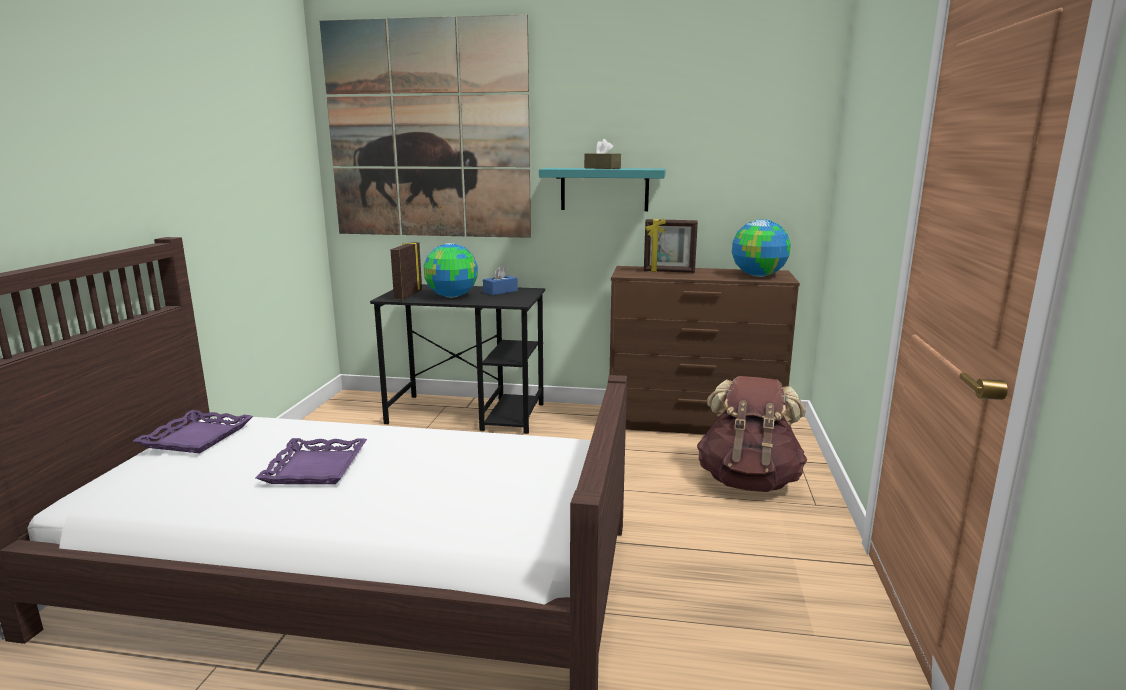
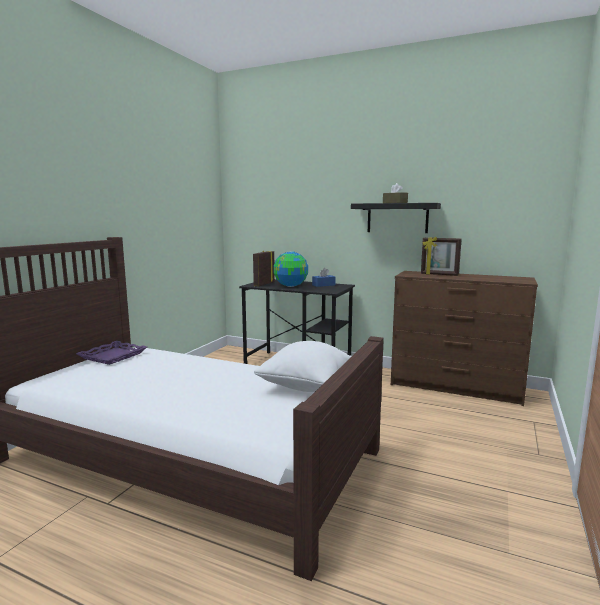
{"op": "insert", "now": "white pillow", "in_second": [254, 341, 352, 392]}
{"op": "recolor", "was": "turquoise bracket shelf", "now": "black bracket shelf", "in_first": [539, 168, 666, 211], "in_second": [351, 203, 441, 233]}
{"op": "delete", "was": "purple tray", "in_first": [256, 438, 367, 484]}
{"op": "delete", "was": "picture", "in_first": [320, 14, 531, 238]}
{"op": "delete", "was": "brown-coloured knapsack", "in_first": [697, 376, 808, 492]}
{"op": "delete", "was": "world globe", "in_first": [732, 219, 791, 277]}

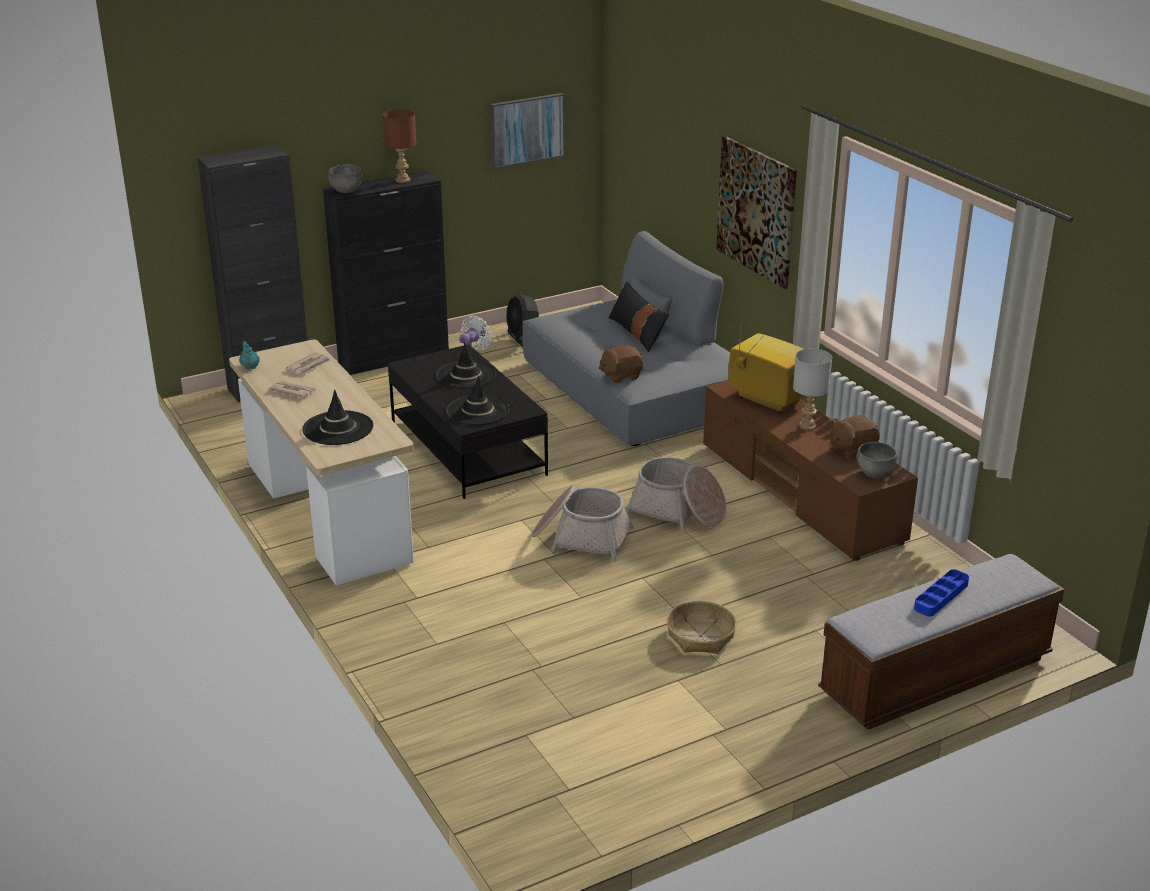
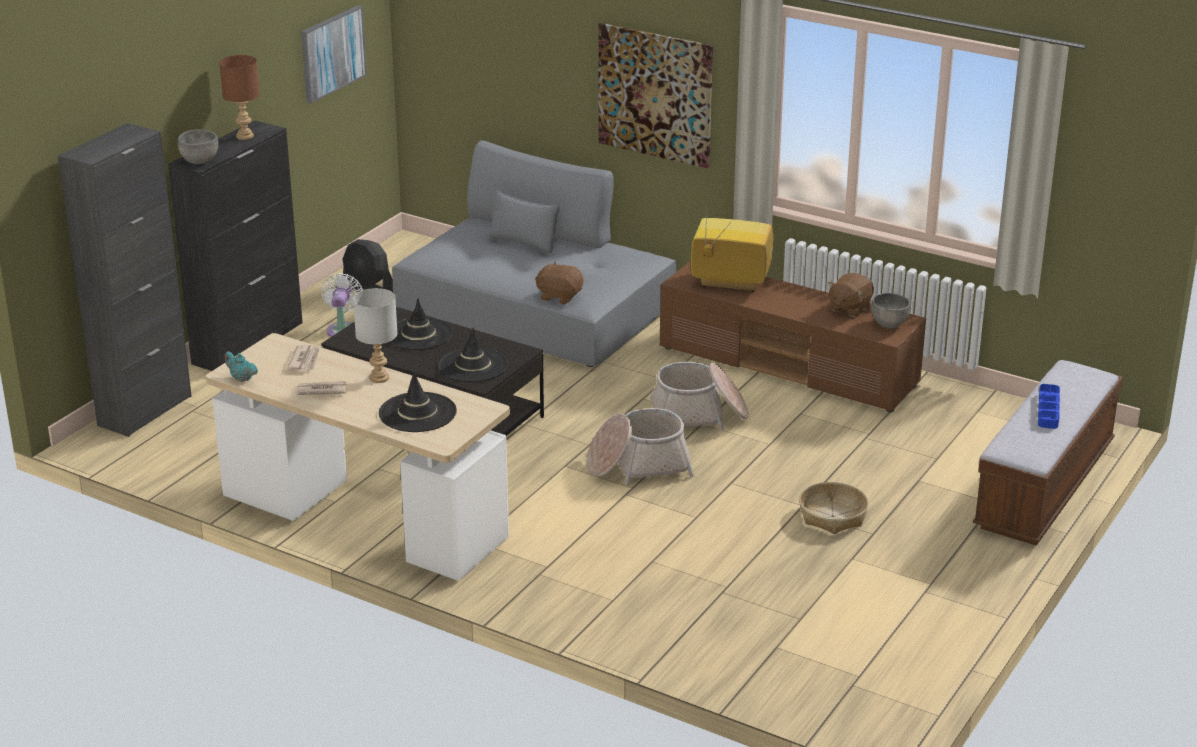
{"op": "move", "was": "greyish lamp for a table", "in_first": [793, 349, 832, 430], "in_second": [353, 288, 398, 383]}
{"op": "rotate", "was": "brown-coloured soft toy", "in_first": [599, 345, 643, 383], "in_second": [535, 262, 583, 305], "clockwise": 75}
{"op": "delete", "was": "black pillow", "in_first": [608, 281, 669, 352]}

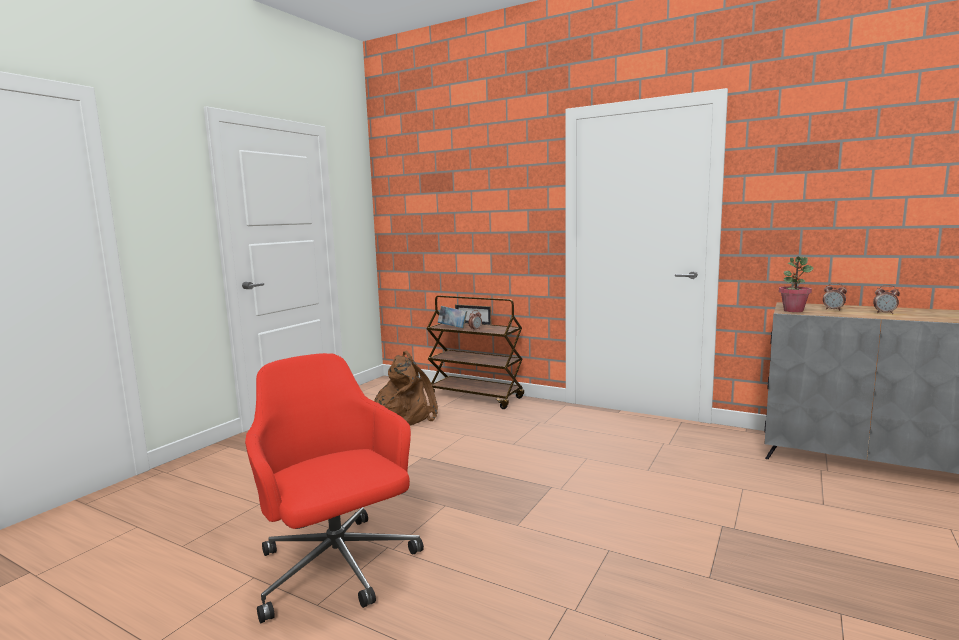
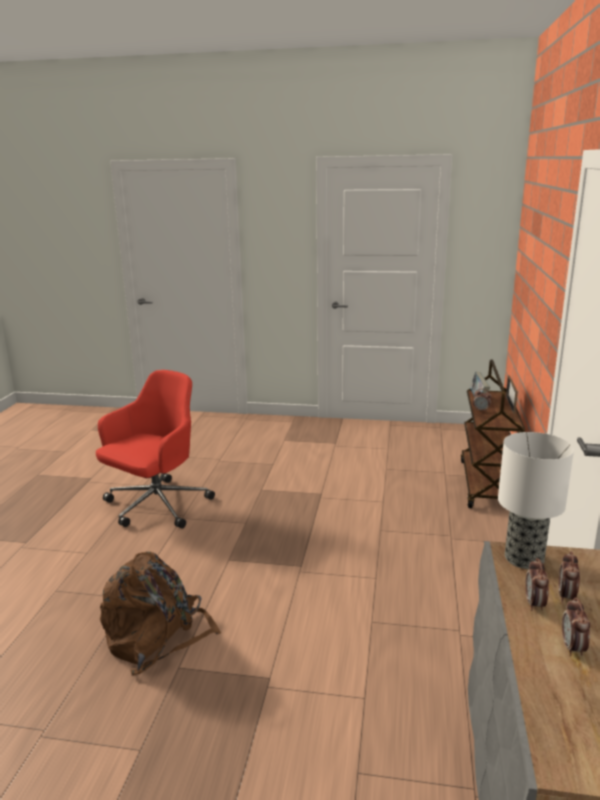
{"op": "move", "was": "brown-coloured knapsack", "in_first": [374, 351, 438, 425], "in_second": [100, 552, 221, 675]}
{"op": "replace", "was": "potted plant", "now": "lamp for a table", "in_first": [779, 257, 814, 312], "in_second": [498, 432, 574, 569]}
{"op": "insert", "now": "alarm clock", "in_second": [525, 558, 549, 611]}

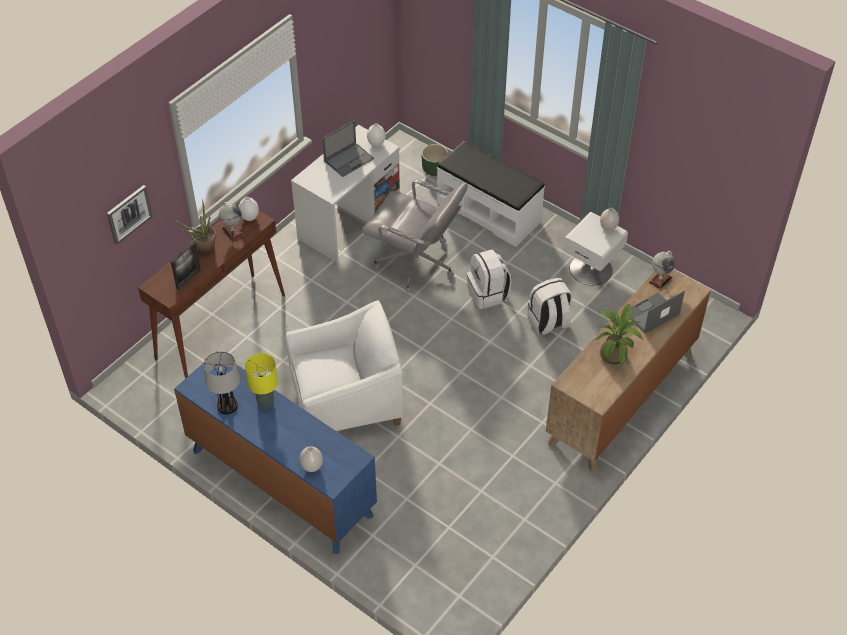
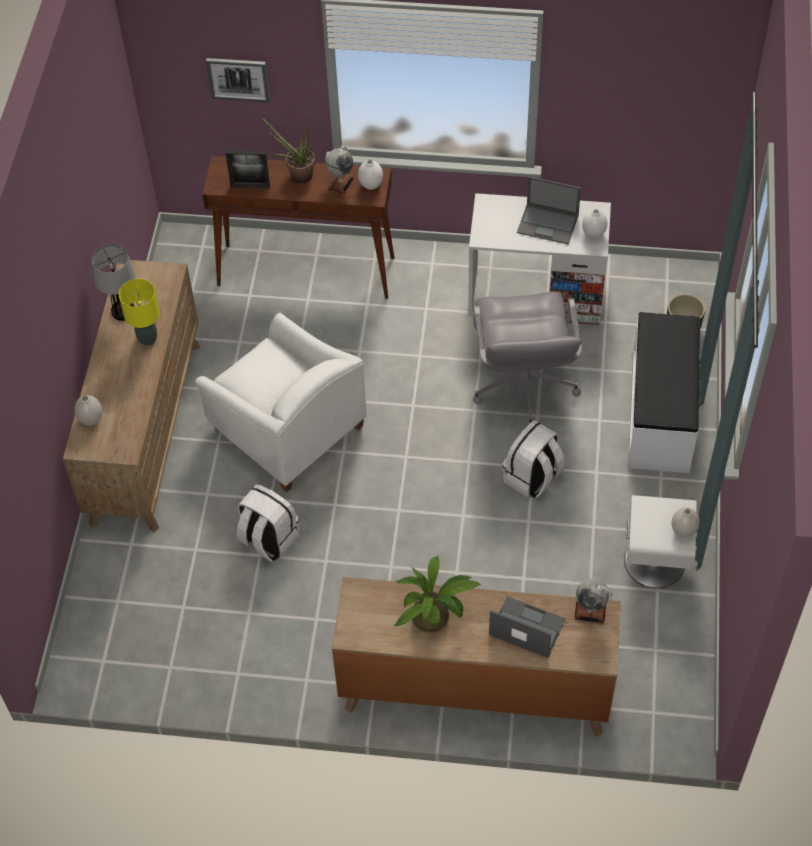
{"op": "recolor", "was": "blue-coloured chest of drawers", "now": "brown-coloured chest of drawers", "in_first": [174, 351, 377, 554], "in_second": [63, 260, 200, 533]}
{"op": "move", "was": "white knapsack", "in_first": [528, 278, 572, 335], "in_second": [237, 484, 299, 562]}

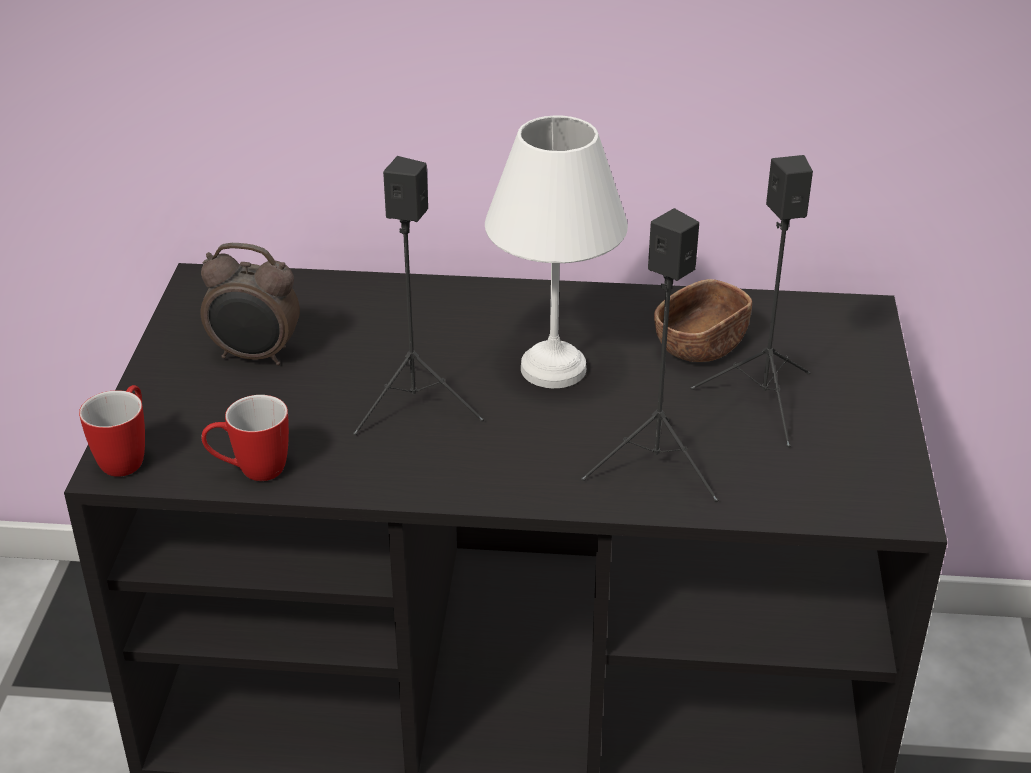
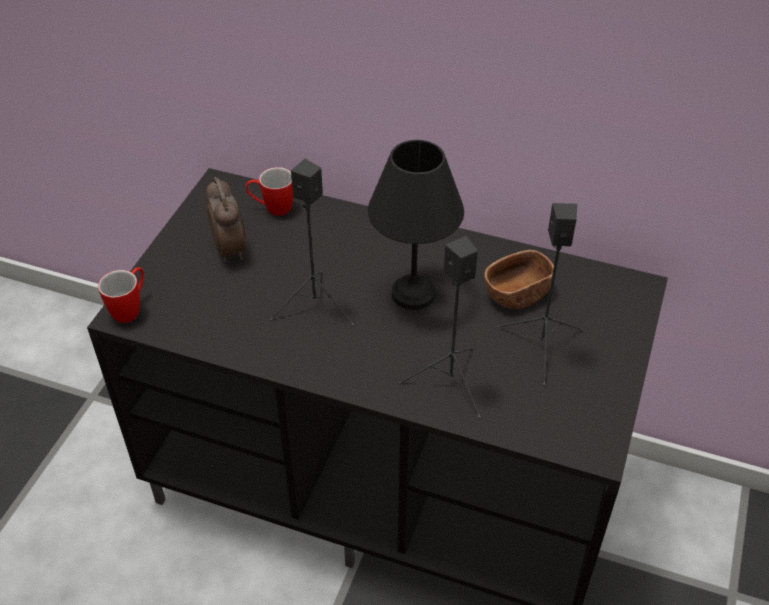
{"op": "rotate", "was": "alarm clock", "in_first": [200, 243, 300, 366], "in_second": [206, 177, 246, 261], "clockwise": -135}
{"op": "move", "was": "mug", "in_first": [201, 395, 289, 481], "in_second": [246, 167, 293, 216]}
{"op": "recolor", "was": "white lamp for a table", "now": "black lamp for a table", "in_first": [485, 116, 628, 388], "in_second": [368, 140, 464, 310]}

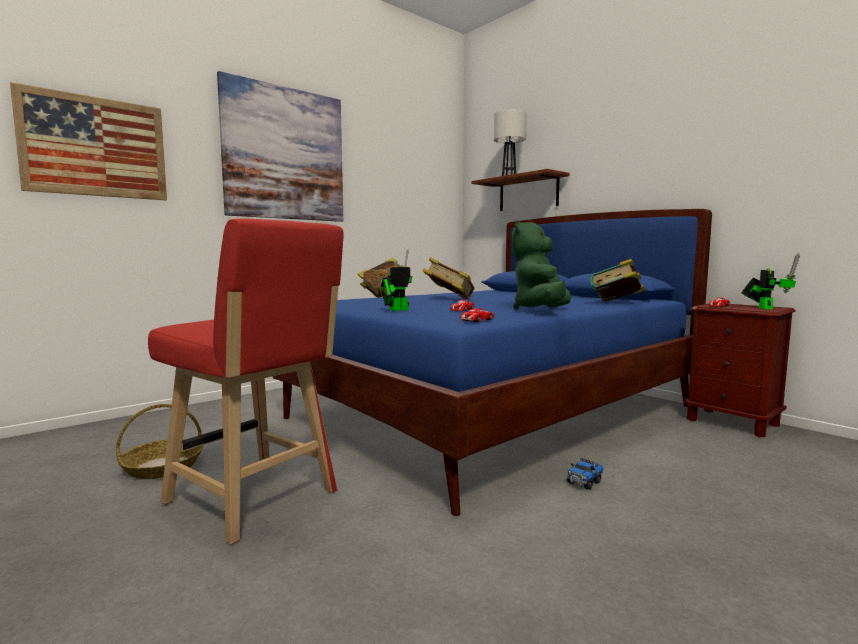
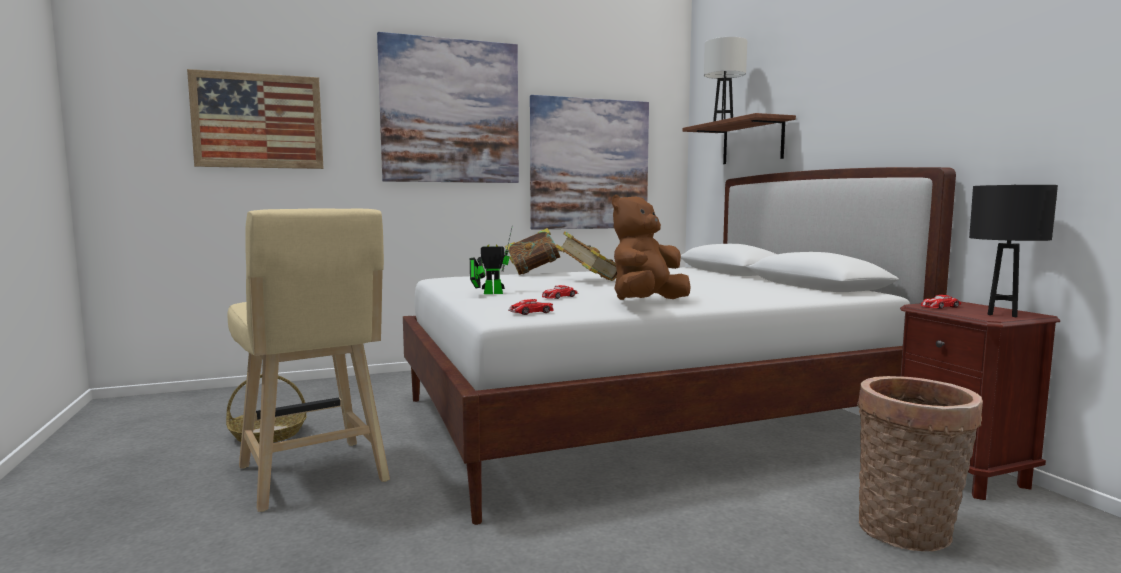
{"op": "recolor", "was": "red sitting stool", "now": "beige-coloured sitting stool", "in_first": [148, 218, 344, 544], "in_second": [228, 209, 390, 512]}
{"op": "recolor", "was": "blue-coloured sleeping bed", "now": "white sleeping bed", "in_first": [273, 209, 712, 516], "in_second": [403, 167, 956, 525]}
{"op": "insert", "now": "picture", "in_second": [530, 95, 649, 230]}
{"op": "recolor", "was": "green-coloured soft toy", "now": "brown-coloured soft toy", "in_first": [512, 220, 571, 310], "in_second": [612, 195, 690, 300]}
{"op": "insert", "now": "storage basket", "in_second": [857, 376, 983, 551]}
{"op": "replace", "was": "model robot", "now": "black lamp for a table", "in_first": [741, 253, 800, 309], "in_second": [969, 185, 1058, 317]}
{"op": "delete", "was": "toy lorry", "in_first": [567, 458, 603, 490]}
{"op": "delete", "was": "book", "in_first": [590, 259, 645, 302]}

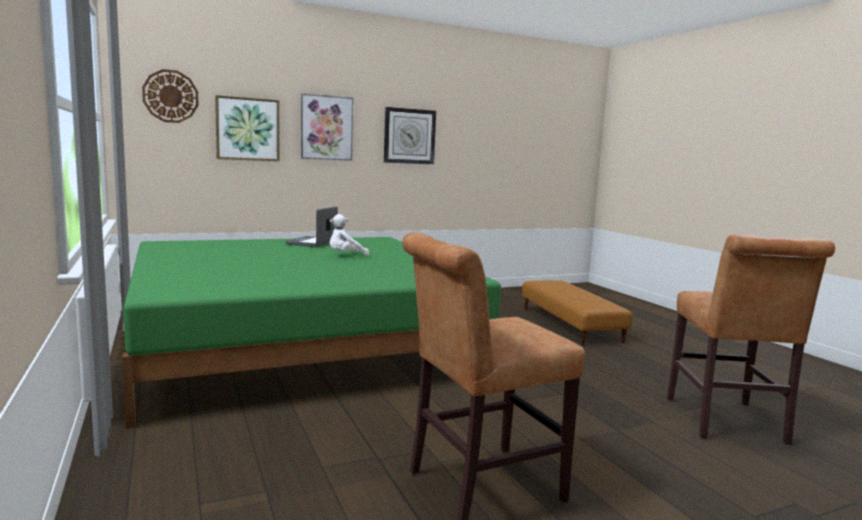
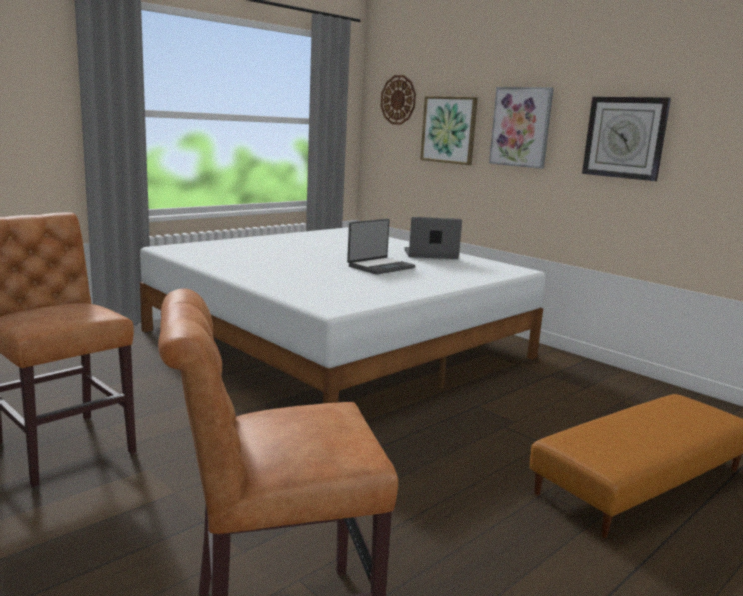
{"op": "recolor", "was": "green-coloured sleeping bed", "now": "white sleeping bed", "in_first": [122, 237, 501, 429], "in_second": [140, 227, 546, 403]}
{"op": "replace", "was": "white soft toy", "now": "notebook computer", "in_first": [329, 214, 369, 256], "in_second": [347, 219, 415, 275]}

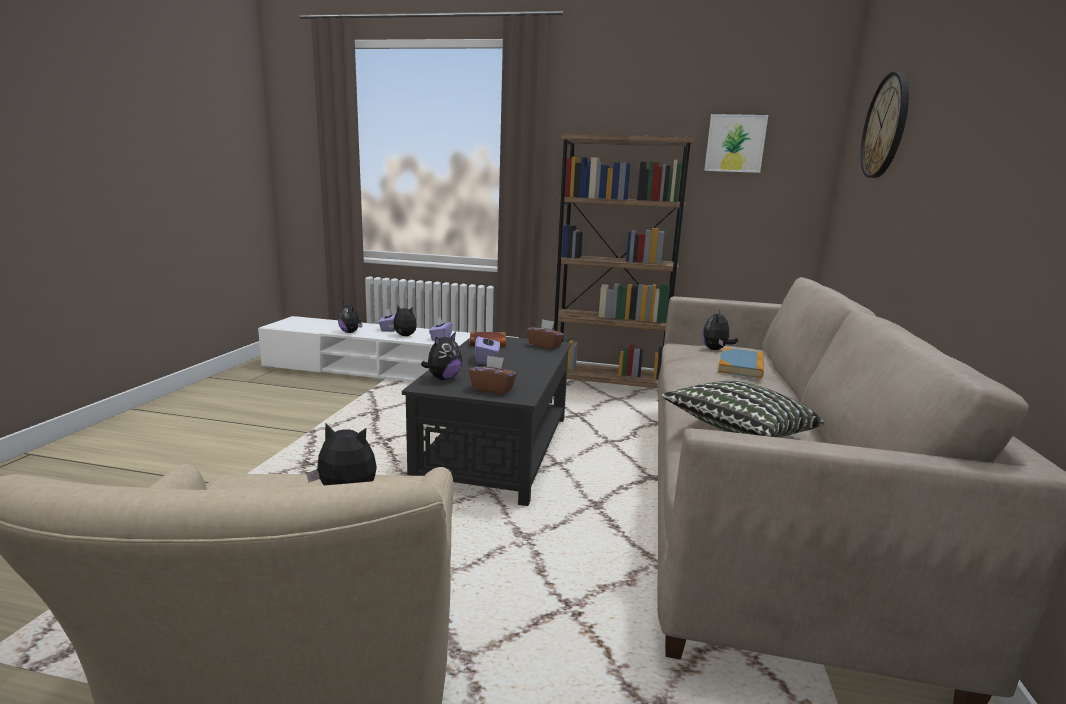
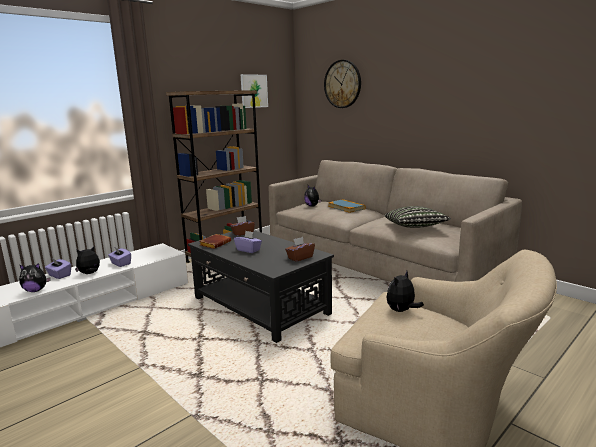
{"op": "delete", "was": "soft toy", "in_first": [421, 332, 462, 380]}

